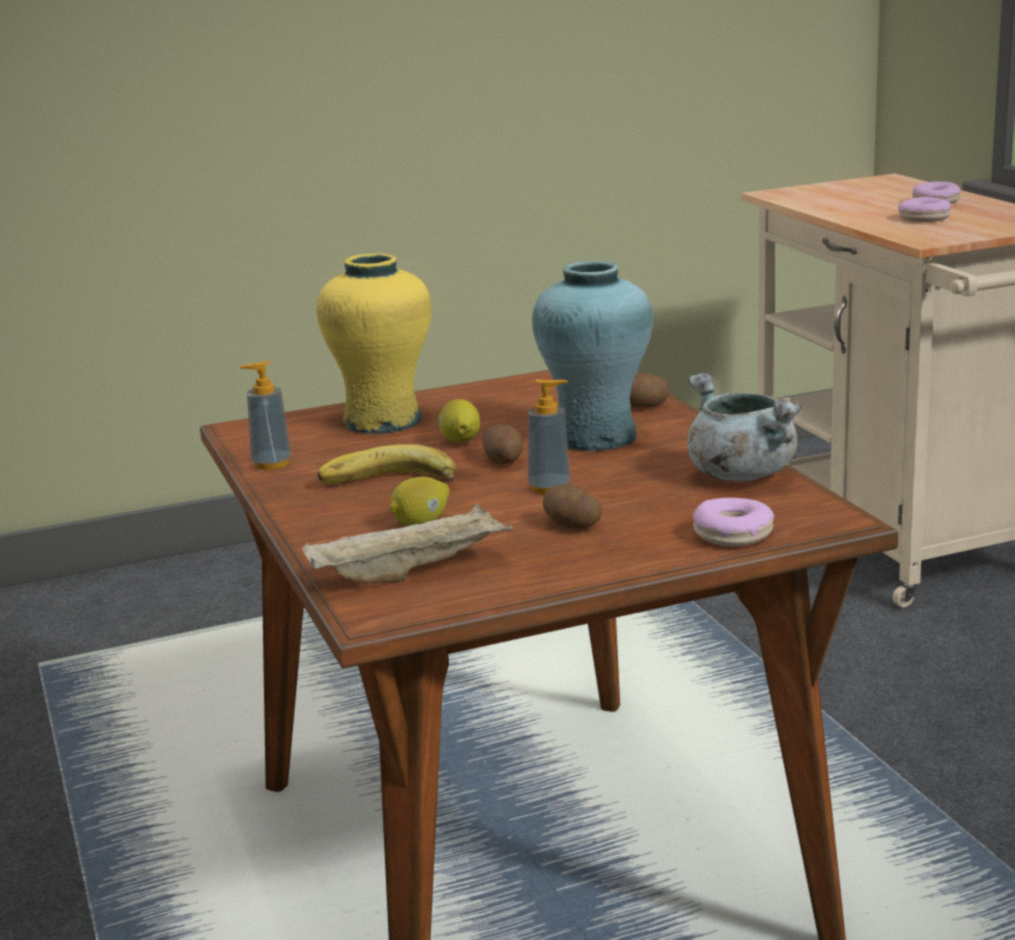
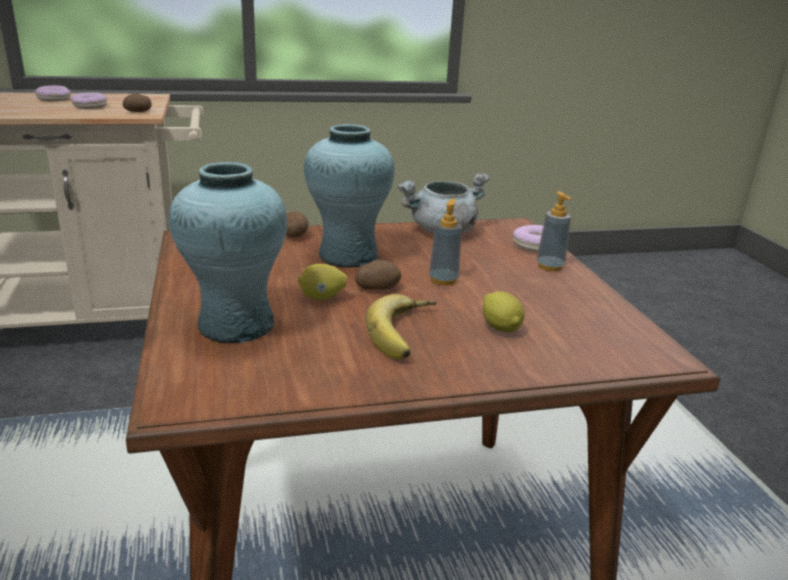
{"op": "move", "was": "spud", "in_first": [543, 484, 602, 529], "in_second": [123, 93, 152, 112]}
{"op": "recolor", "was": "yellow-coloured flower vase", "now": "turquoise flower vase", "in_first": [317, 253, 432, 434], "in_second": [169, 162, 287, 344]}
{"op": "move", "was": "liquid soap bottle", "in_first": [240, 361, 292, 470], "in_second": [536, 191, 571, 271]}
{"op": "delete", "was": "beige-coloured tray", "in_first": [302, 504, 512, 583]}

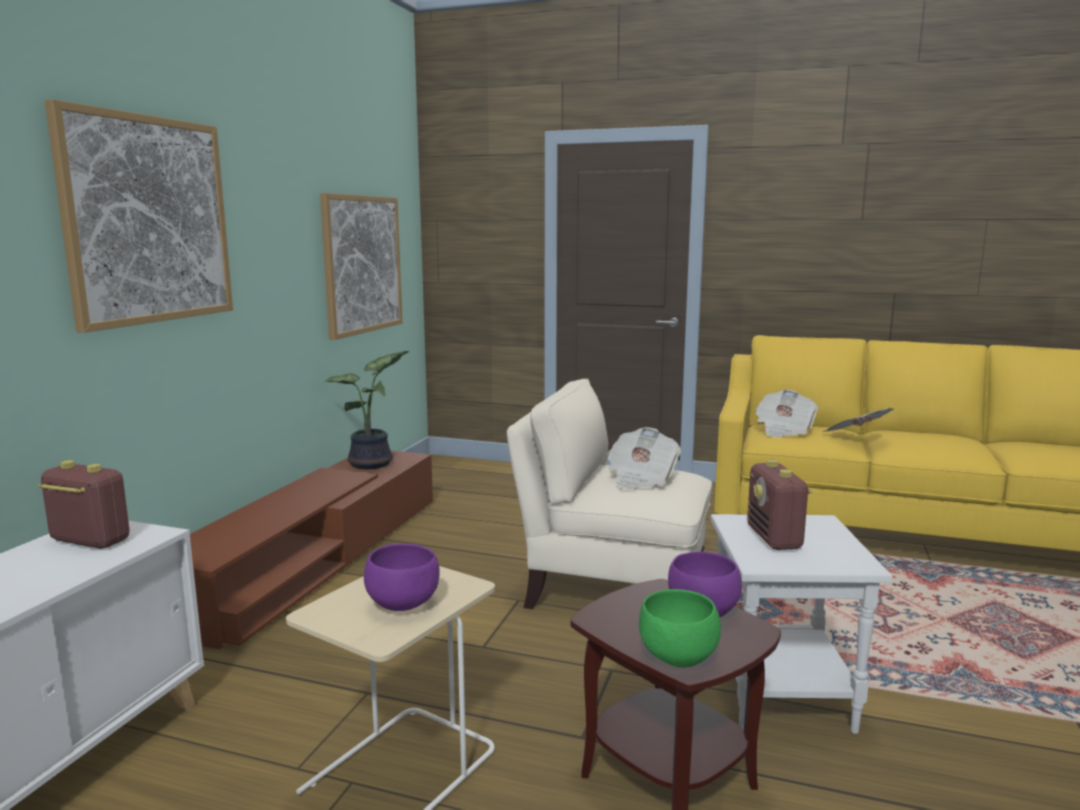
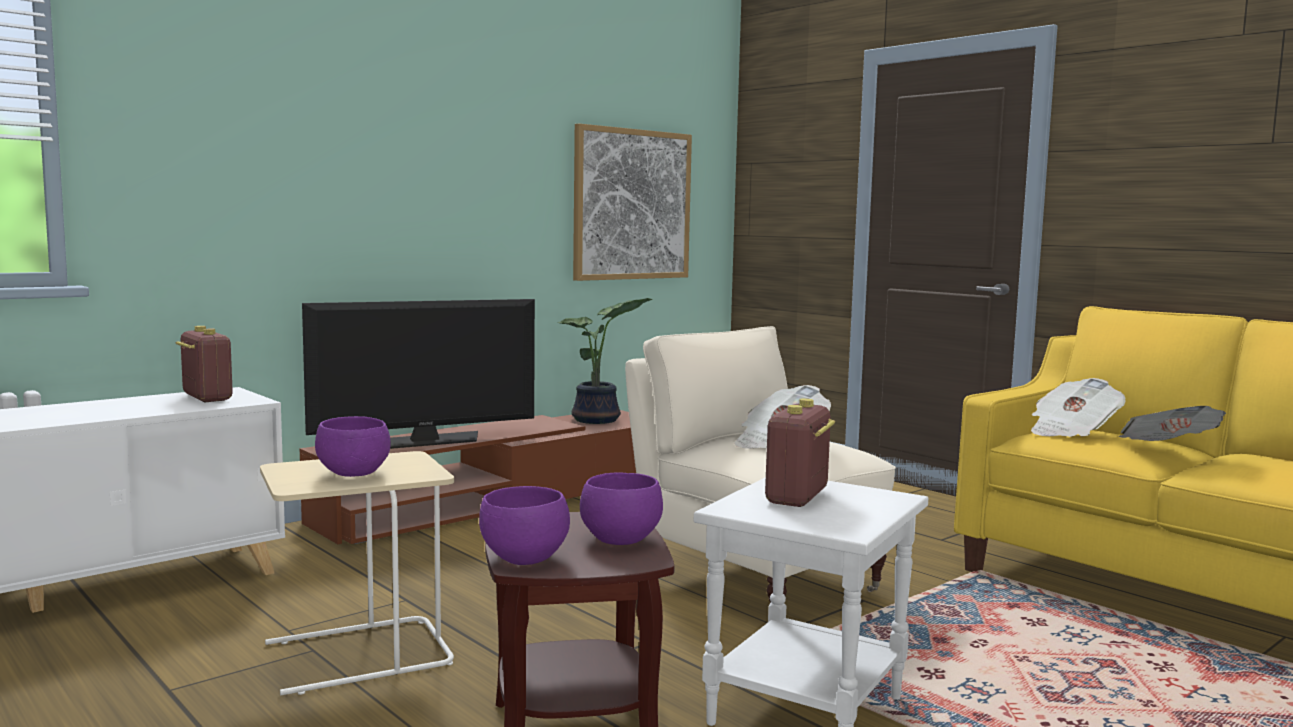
{"op": "insert", "now": "TV", "in_second": [302, 299, 535, 449]}
{"op": "recolor", "was": "green-coloured deep dish", "now": "purple deep dish", "in_first": [639, 589, 721, 668], "in_second": [479, 486, 570, 565]}
{"op": "delete", "was": "picture", "in_first": [45, 99, 233, 333]}

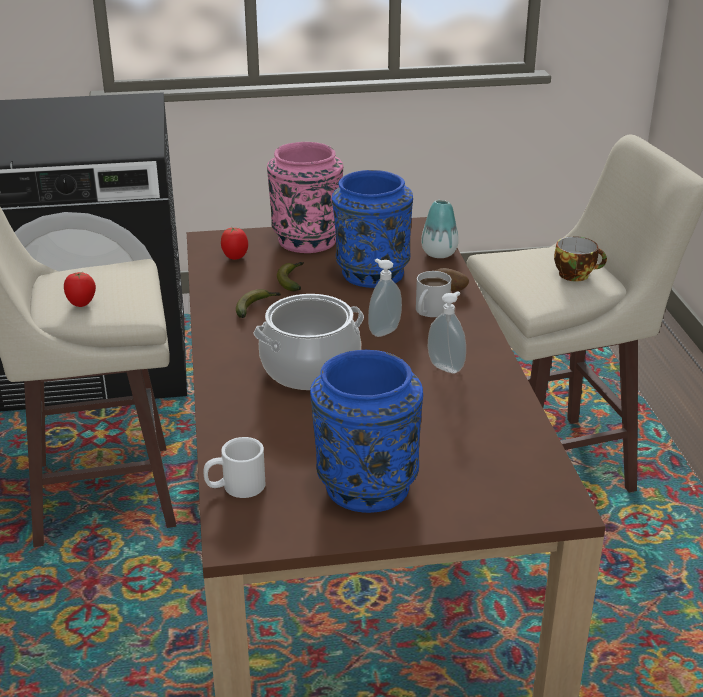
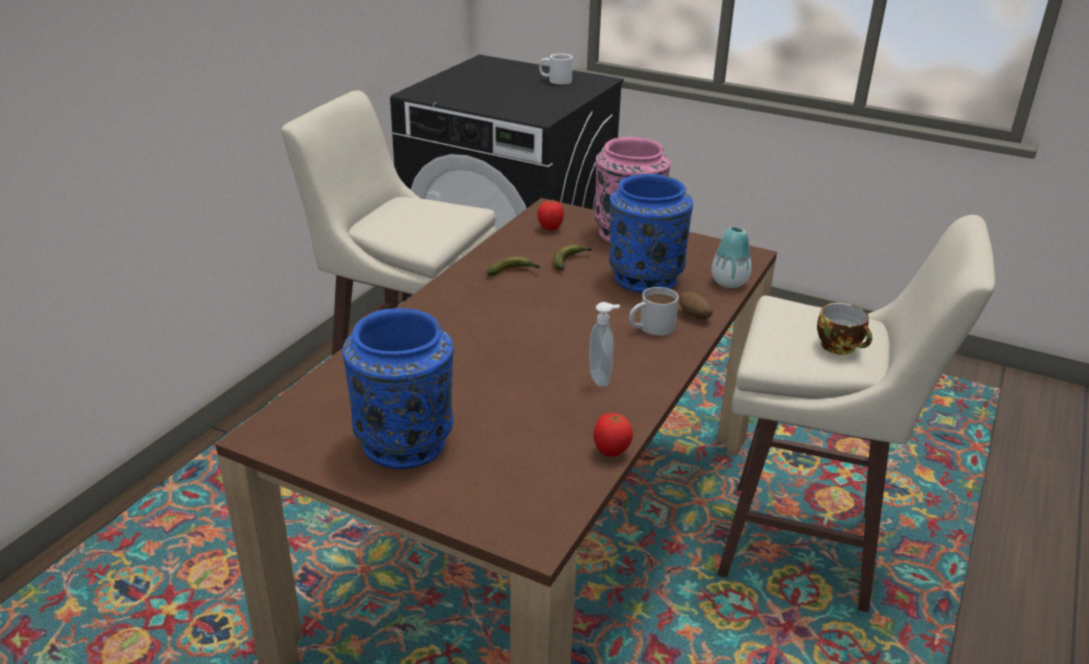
{"op": "move", "was": "white mug", "in_first": [203, 437, 265, 498], "in_second": [539, 53, 573, 85]}
{"op": "move", "was": "tomato", "in_first": [64, 272, 96, 307], "in_second": [593, 413, 633, 457]}
{"op": "delete", "was": "cooking pot", "in_first": [253, 294, 364, 390]}
{"op": "delete", "was": "liquid soap bottle", "in_first": [368, 259, 402, 337]}

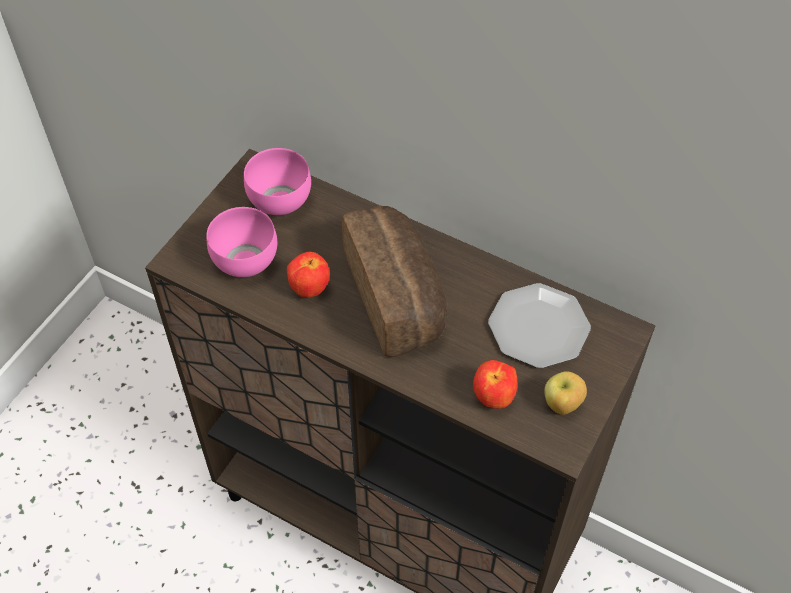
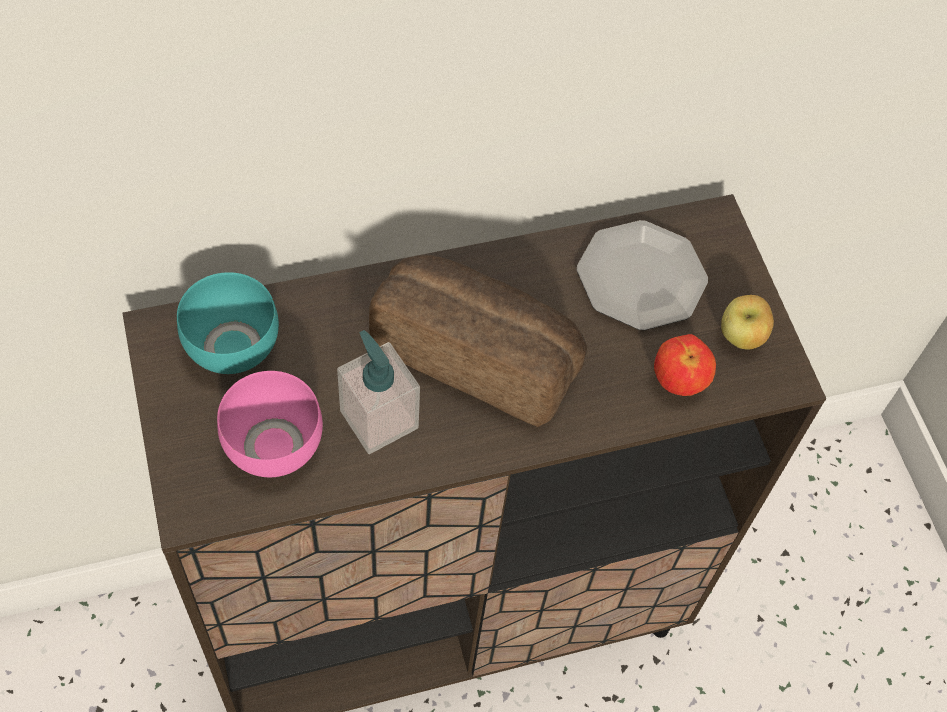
{"op": "recolor", "was": "pink deep dish", "now": "turquoise deep dish", "in_first": [244, 148, 311, 215], "in_second": [177, 272, 279, 374]}
{"op": "replace", "was": "apple fruit", "now": "liquid soap bottle", "in_first": [287, 252, 330, 298], "in_second": [337, 330, 420, 454]}

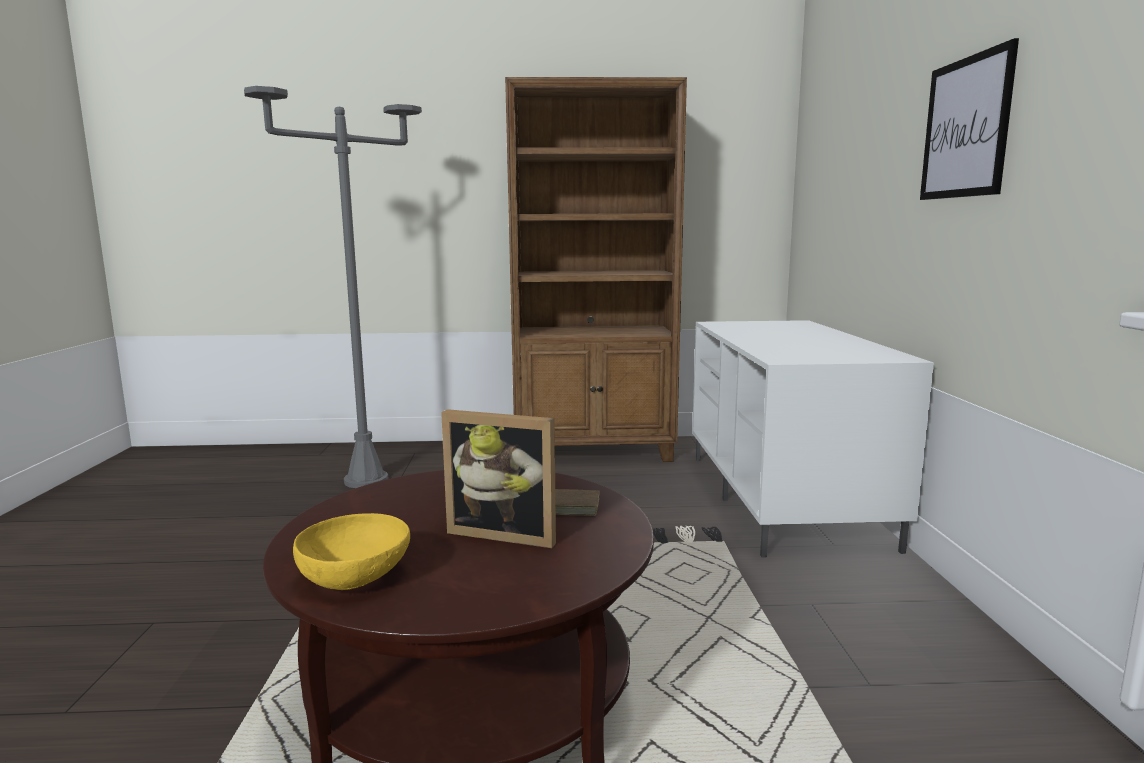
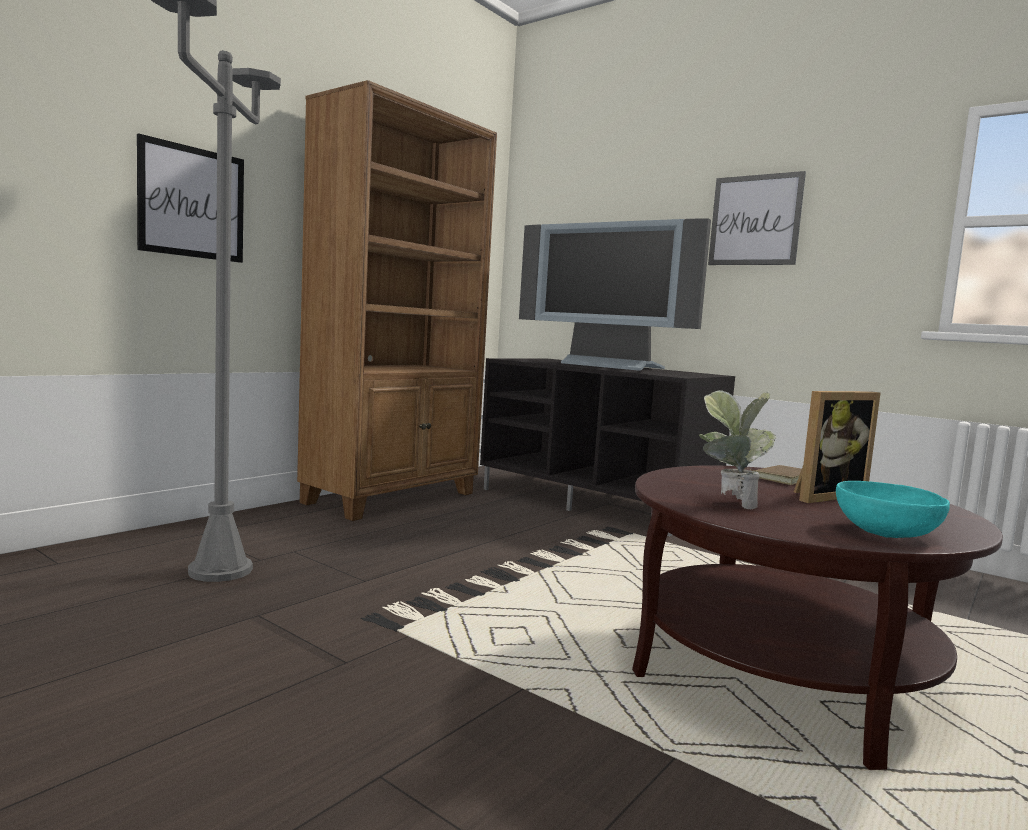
{"op": "insert", "now": "picture", "in_second": [137, 133, 244, 263]}
{"op": "recolor", "was": "white tv stand", "now": "black tv stand", "in_first": [692, 320, 934, 558], "in_second": [480, 358, 735, 536]}
{"op": "insert", "now": "TV", "in_second": [519, 218, 711, 371]}
{"op": "insert", "now": "potted plant", "in_second": [699, 390, 776, 510]}
{"op": "recolor", "was": "yellow-coloured deep dish", "now": "turquoise deep dish", "in_first": [293, 513, 410, 590], "in_second": [836, 481, 950, 538]}

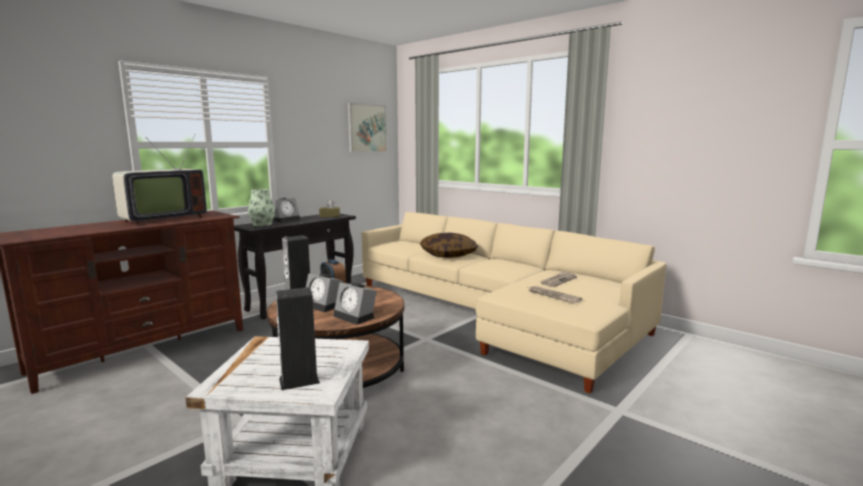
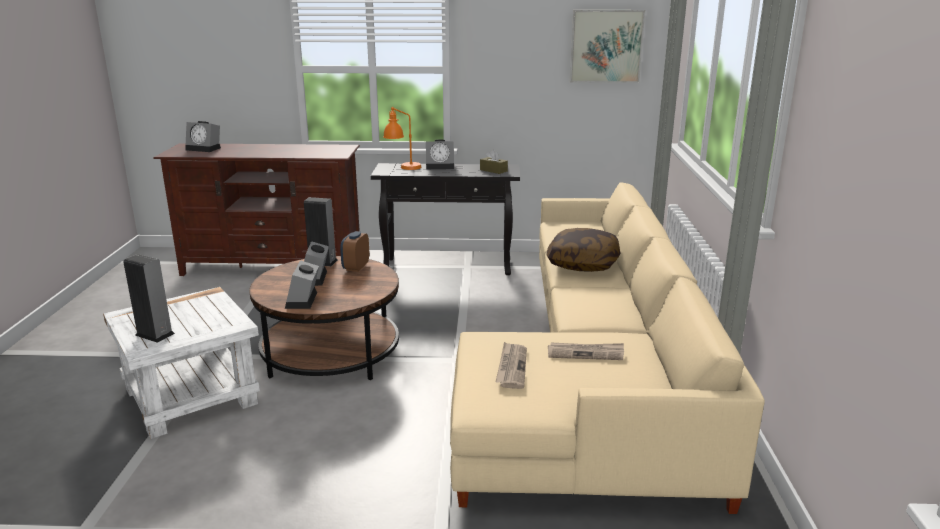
{"op": "insert", "now": "alarm clock", "in_second": [185, 121, 221, 152]}
{"op": "replace", "was": "flower vase", "now": "orange lamp for a table", "in_first": [248, 189, 275, 226], "in_second": [383, 107, 422, 170]}
{"op": "delete", "was": "TV", "in_first": [112, 135, 207, 225]}

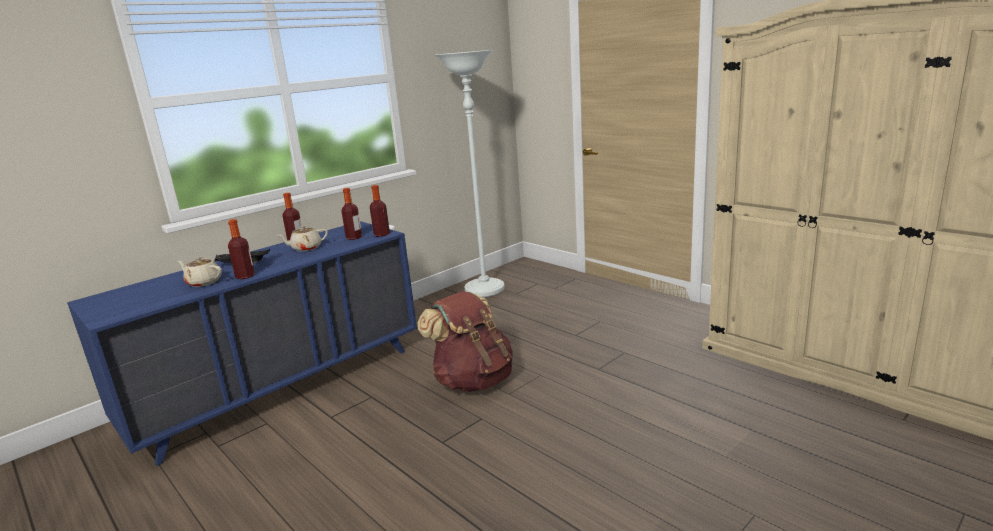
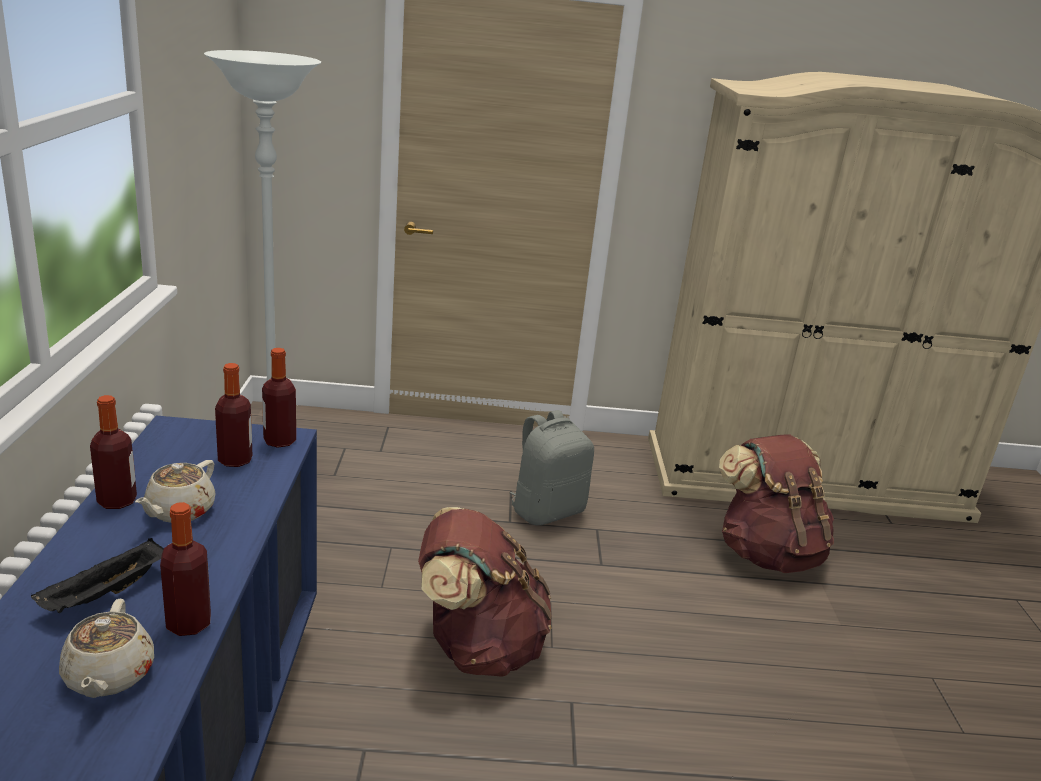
{"op": "rotate", "was": "beige-coloured tea pot", "in_first": [177, 257, 222, 287], "in_second": [59, 598, 154, 698], "clockwise": -75}
{"op": "insert", "now": "greyish knapsack", "in_second": [510, 410, 594, 525]}
{"op": "insert", "now": "brown-coloured knapsack", "in_second": [719, 434, 834, 573]}

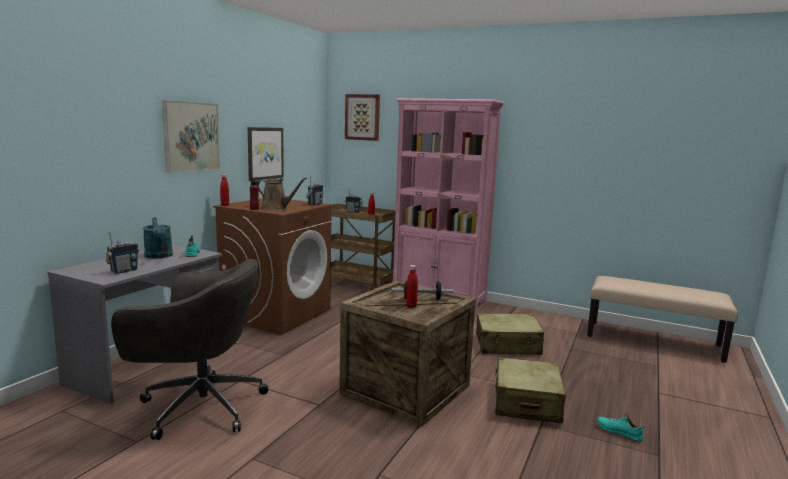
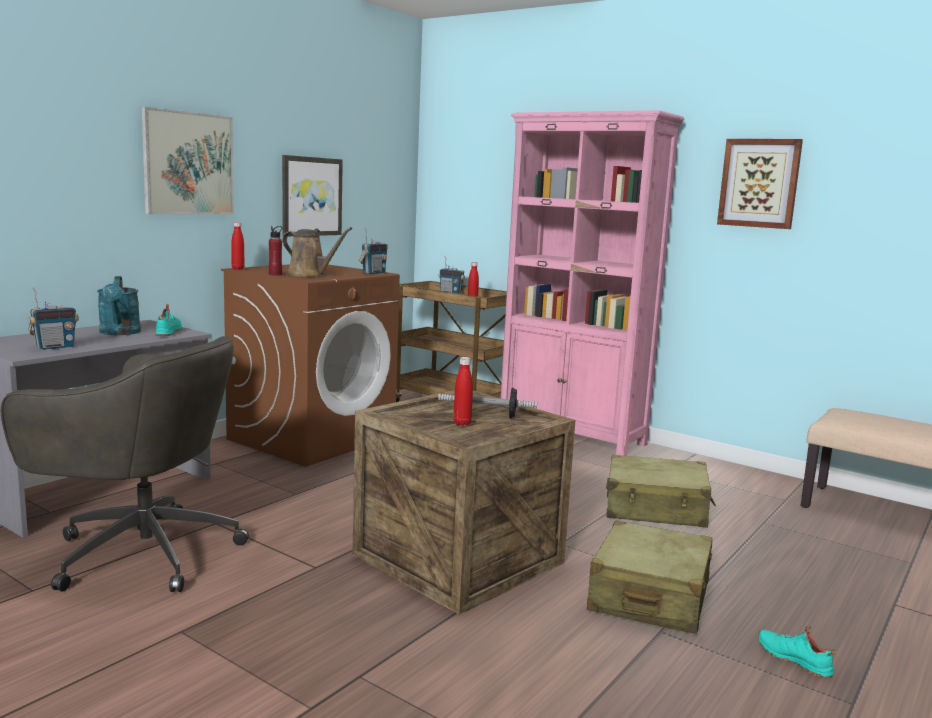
{"op": "move", "was": "picture", "in_first": [345, 94, 380, 141], "in_second": [717, 139, 803, 229]}

